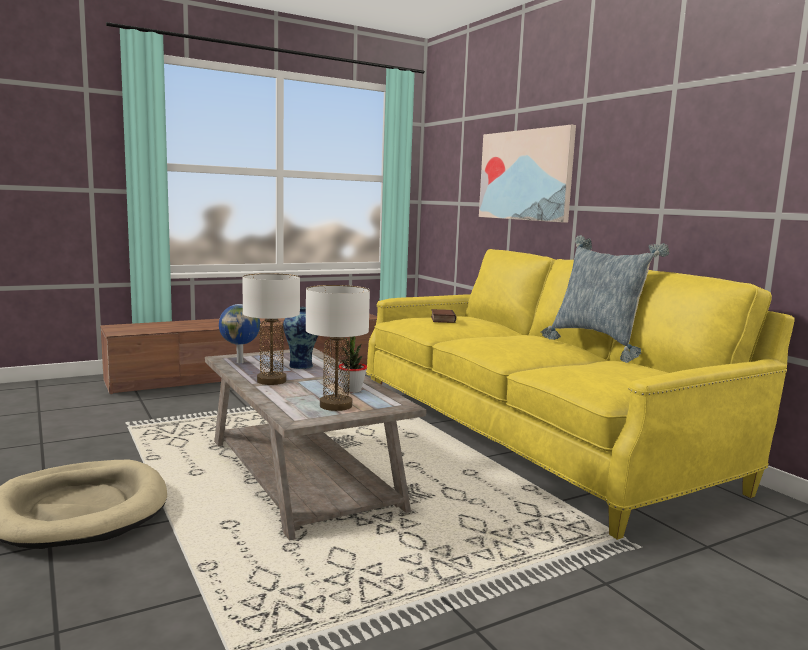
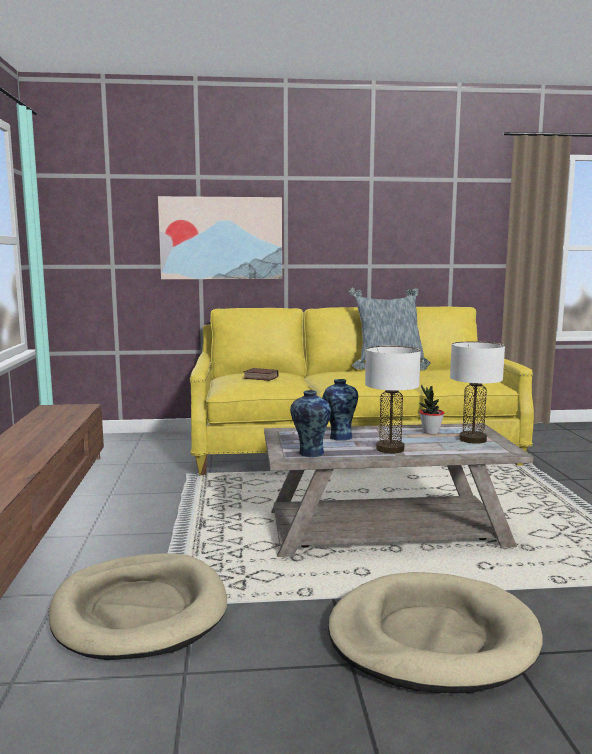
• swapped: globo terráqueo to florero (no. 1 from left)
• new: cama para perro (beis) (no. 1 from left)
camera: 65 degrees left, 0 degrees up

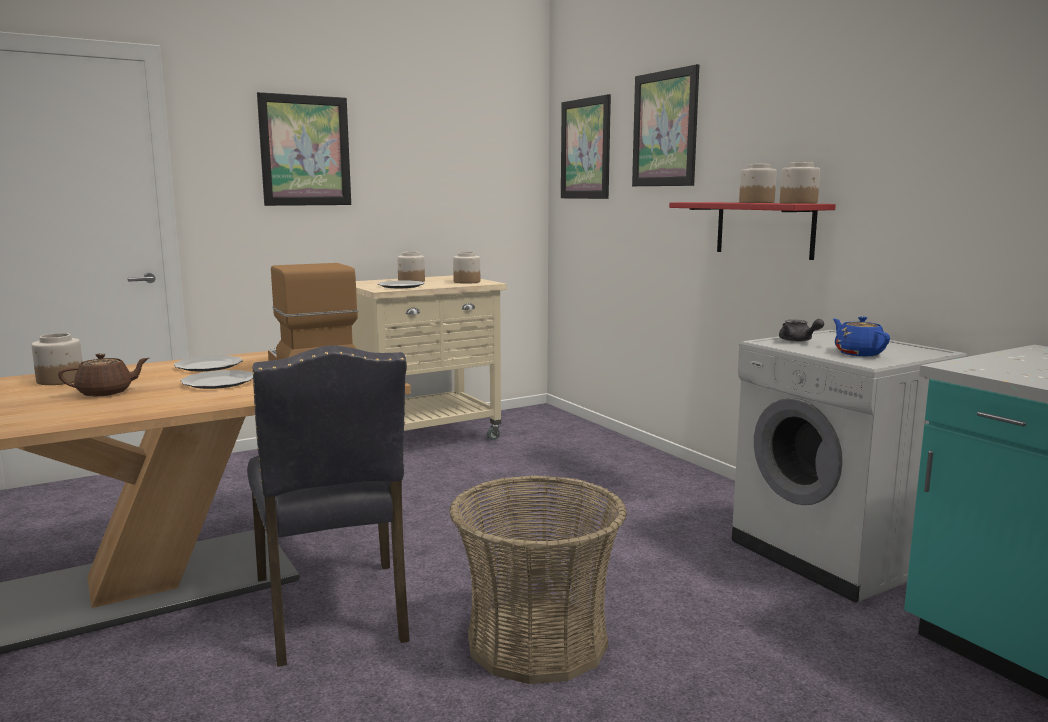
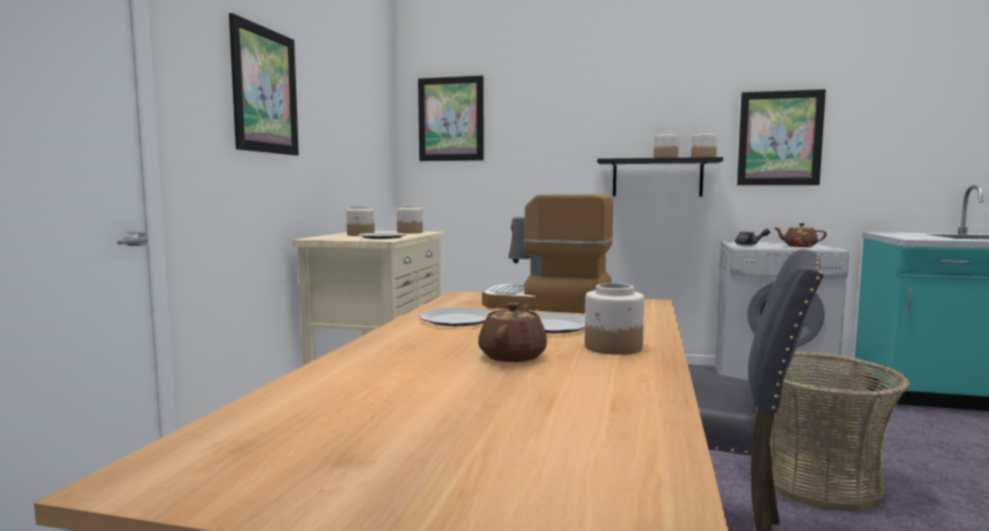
• shifted: cuadro (no. 3 from left)
• repainted: estante (rojo) to estante (negro)
• repainted: tetera (azul) to tetera (marrón) (no. 2 from left)
• shifted: tarro (no. 1 from left in the first image) to tarro (no. 3 from left)
camera: 45 degrees left, 5 degrees down

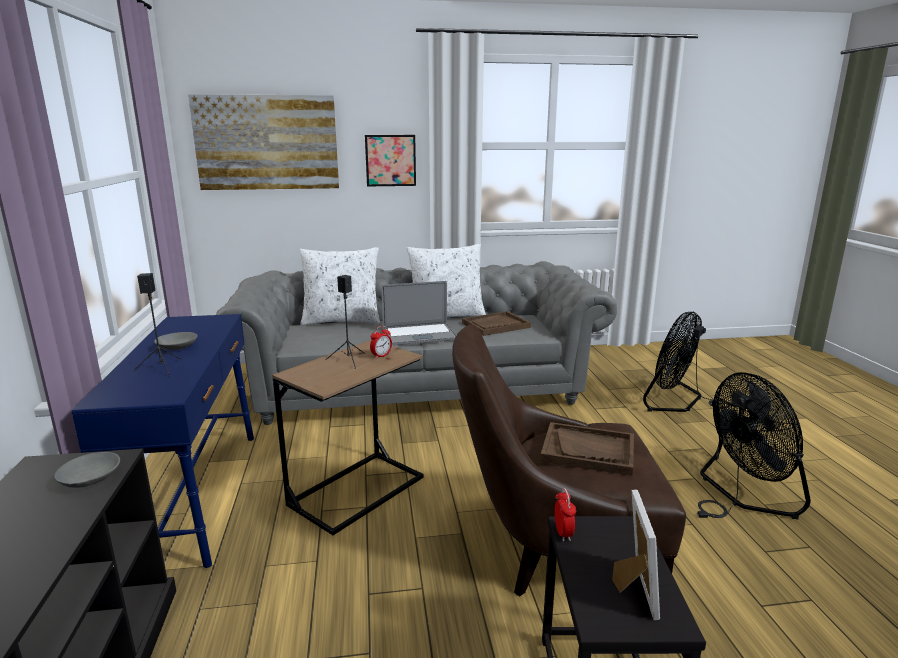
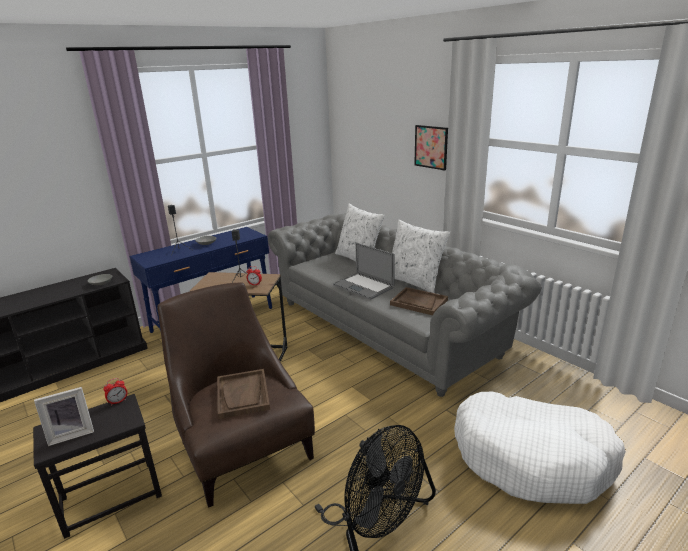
• gone: cuadro (no. 1 from left)
• swapped: ventilador (negro) (no. 1 from left) to cama para perro (blanco)
camera: 60 degrees right, 5 degrees up

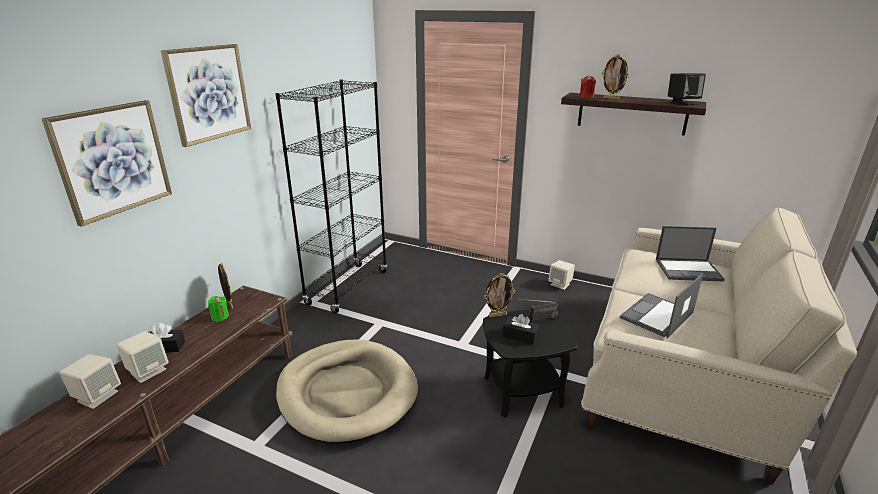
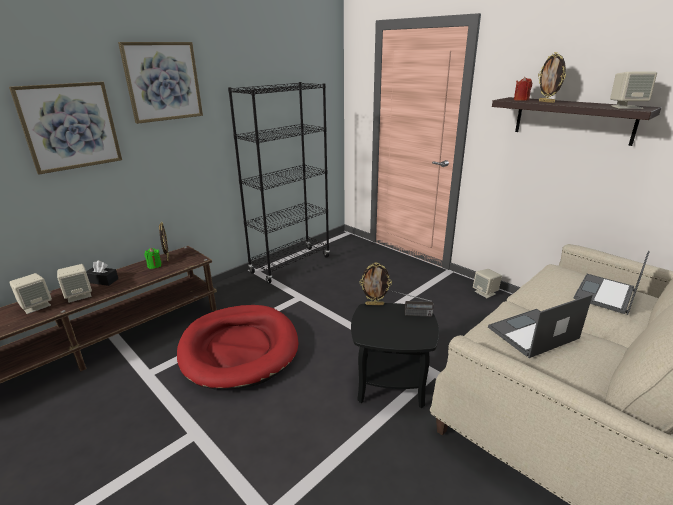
• repainted: altavoz (negro) to altavoz (beis) (no. 4 from left)
• rotated: portátil (no. 2 from left) 105 degrees clockwise
• gone: caja de pañuelos (negro) (no. 2 from left)
• repainted: cama para perro (beis) to cama para perro (rojo)
camera: 20 degrees right, 0 degrees up

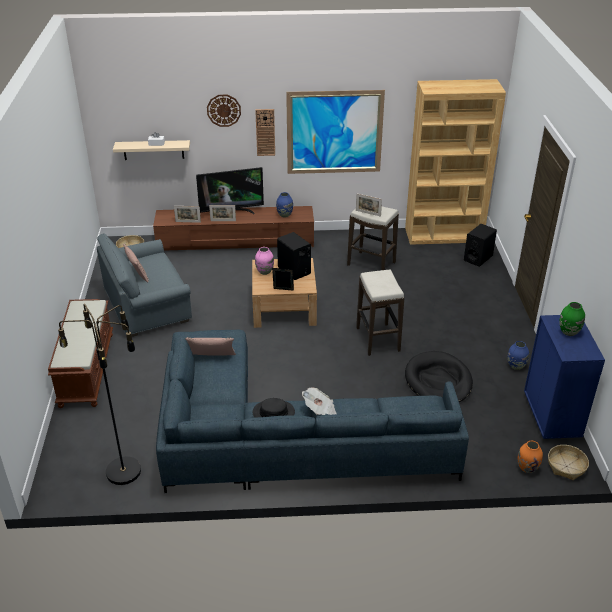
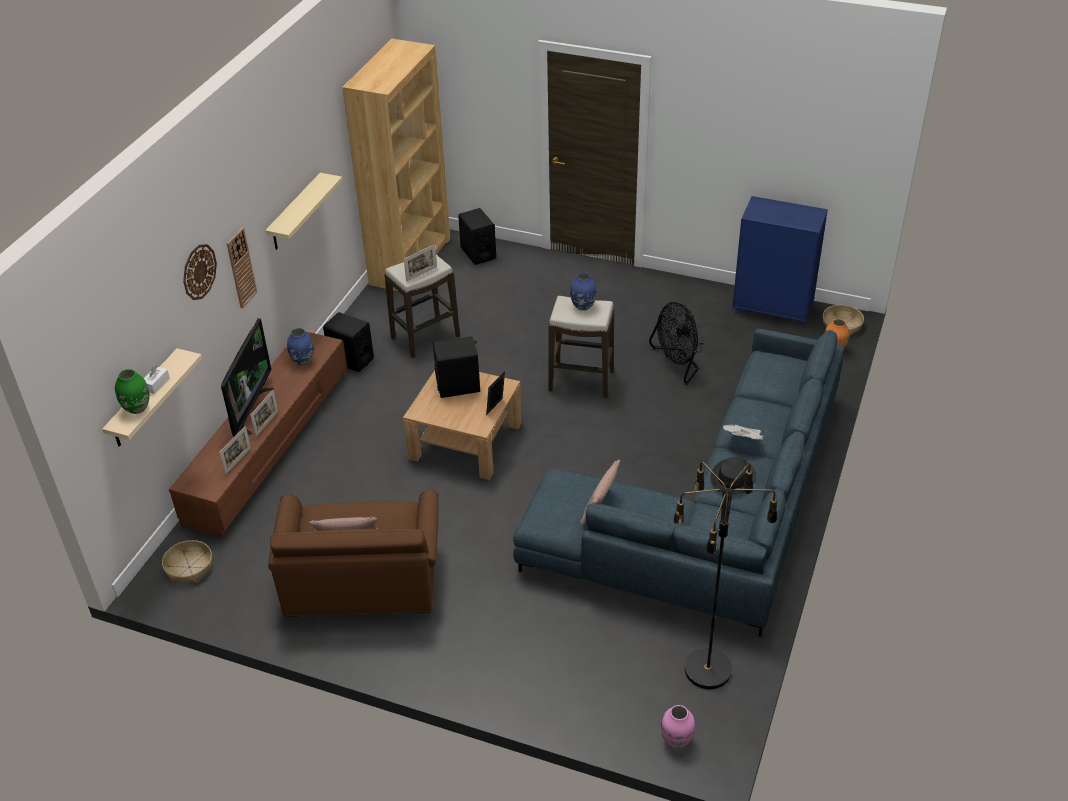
• swapped: cuadro to estante (beis) (no. 2 from left)
• repainted: sillón (gris) to sillón (marrón)
• shifted: florero (rosa)
• gone: banco (marrón)
• shifted: florero (verde)
• shifted: florero (azul) (no. 2 from left)
• swapped: cama para perro (negro) to ventilador (negro)
• new: altavoz (negro) (no. 1 from left)
camera: 65 degrees left, 5 degrees up

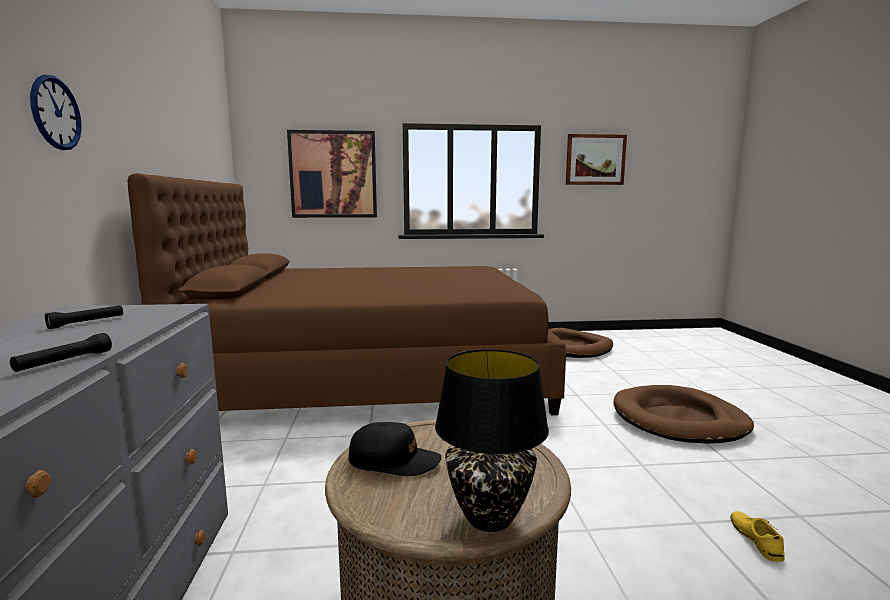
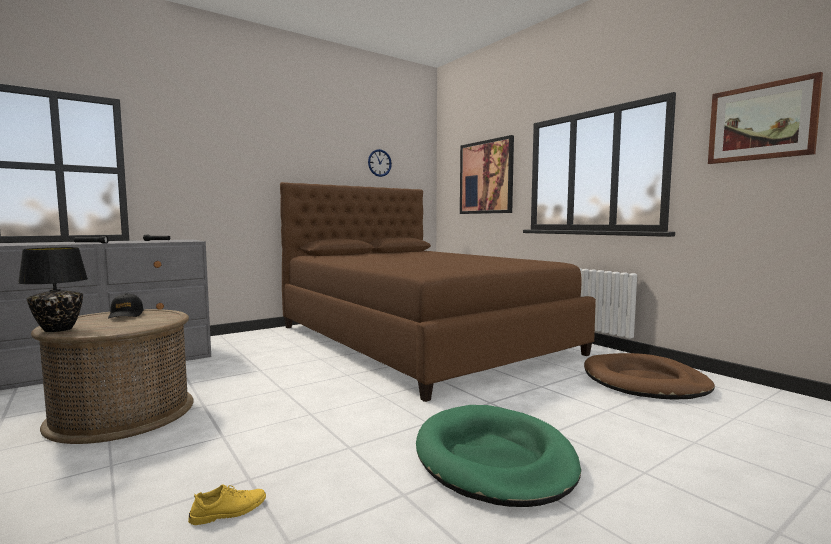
• shifted: reloj de pared
• repainted: cama para perro (marrón) (no. 2 from left) to cama para perro (verde)
camera: 60 degrees right, 5 degrees down

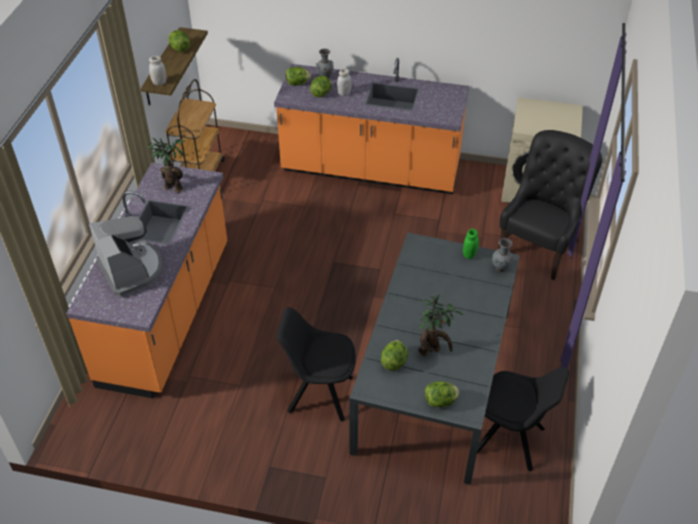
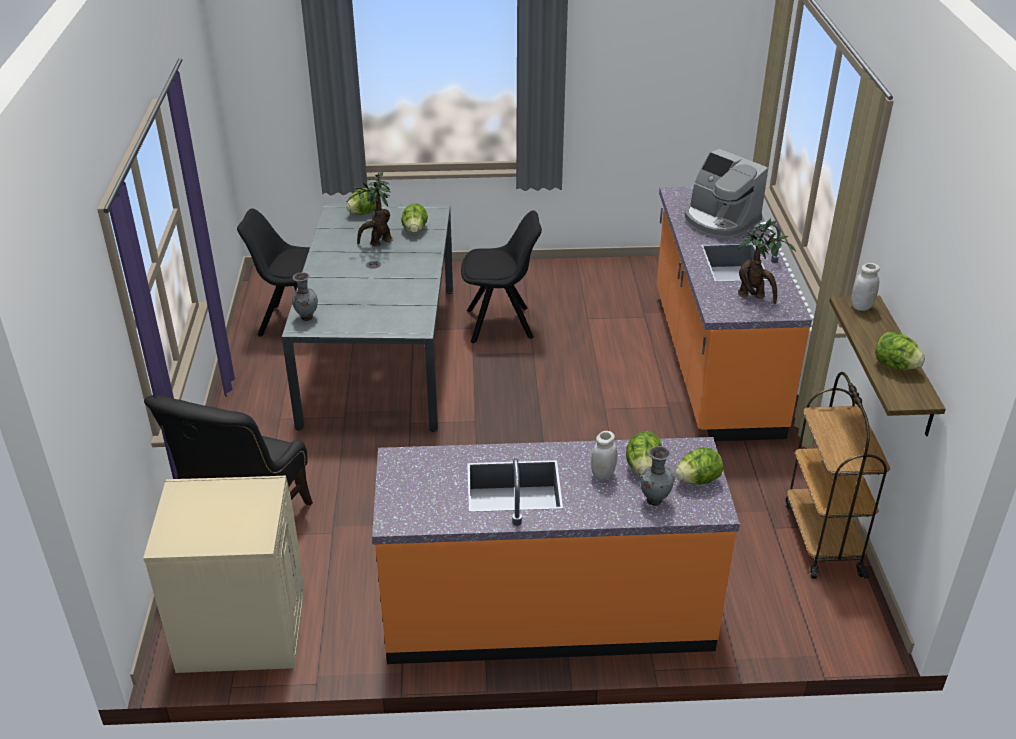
• gone: tarro (verde)
camera: 165 degrees right, 10 degrees down

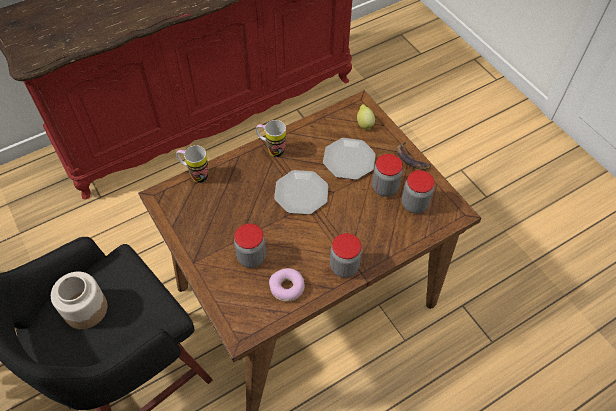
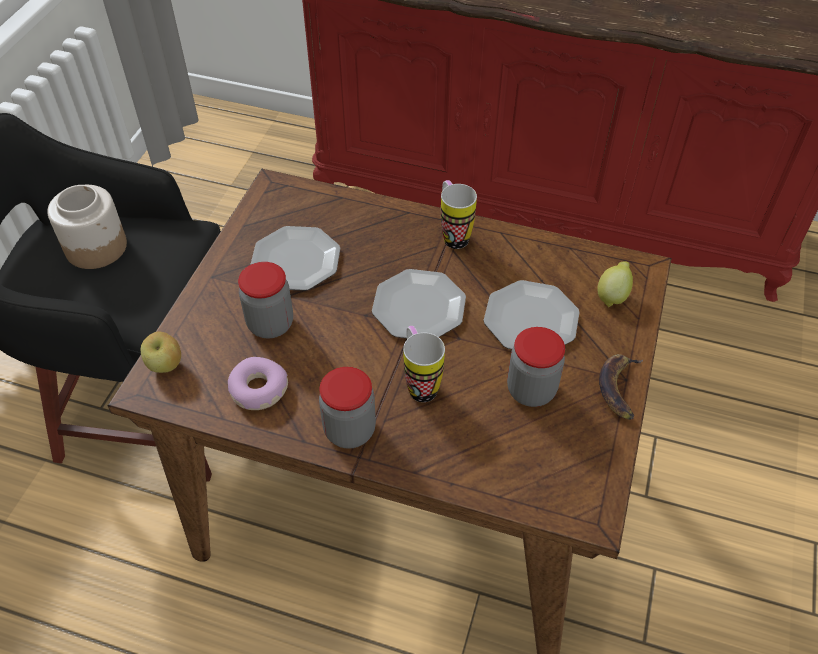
• shifted: taza grande (no. 1 from left)
• gone: tarro (no. 5 from left)
• new: plato (no. 1 from left)
• new: manzana
camera: 50 degrees right, 5 degrees down

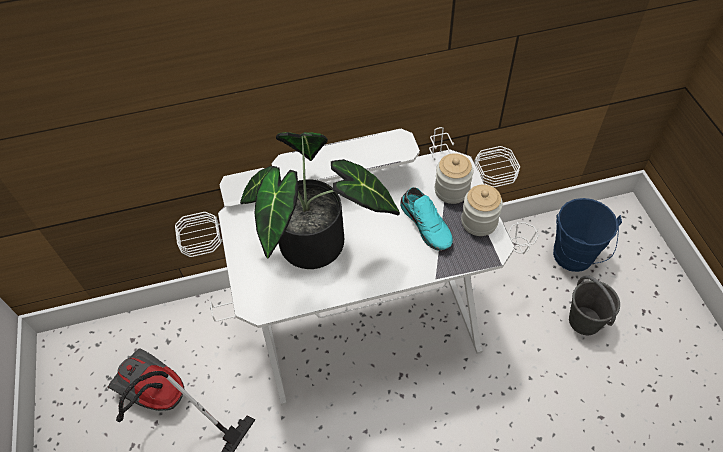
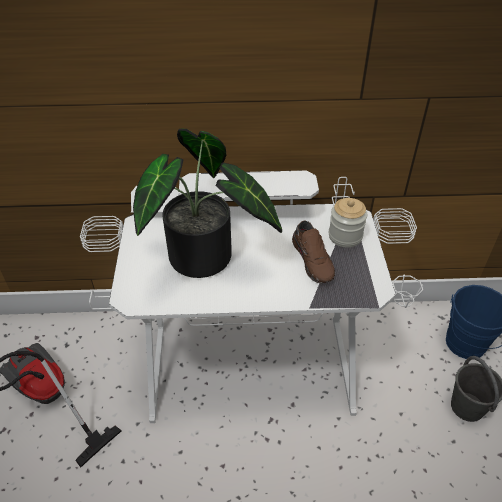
• gone: tarro (no. 2 from left)
• repainted: zapato (turquesa) to zapato (marrón)
camera: 10 degrees right, 10 degrees down

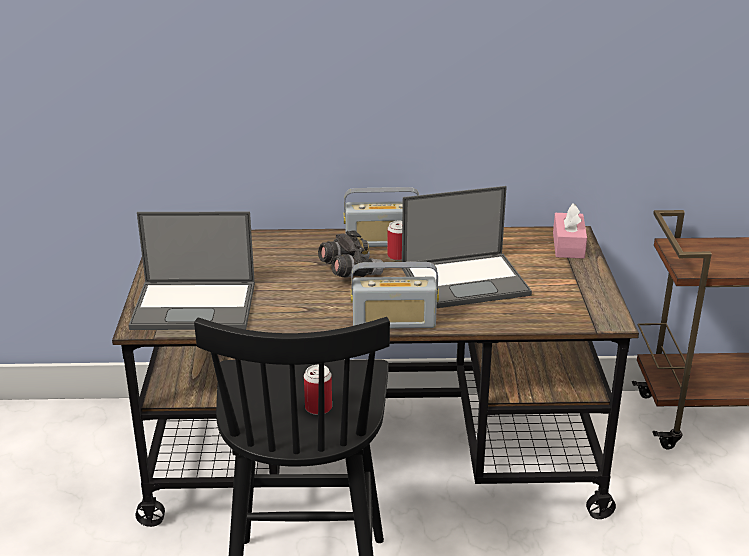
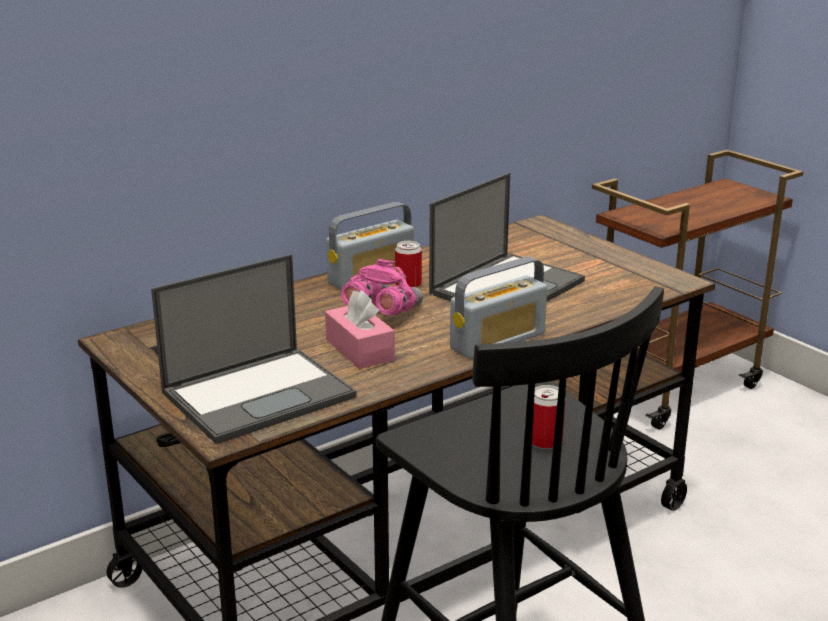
• shifted: caja de pañuelos (rosa)
• repainted: prismáticos (gris) to prismáticos (rosa)
camera: 35 degrees left, 5 degrees down

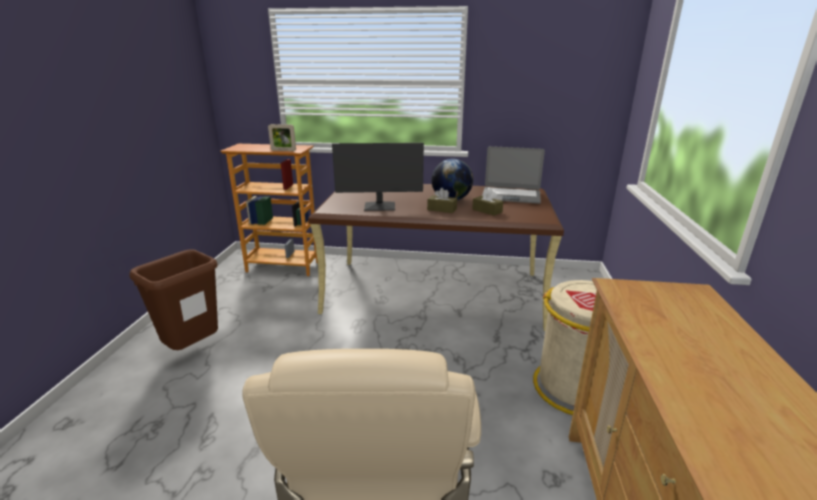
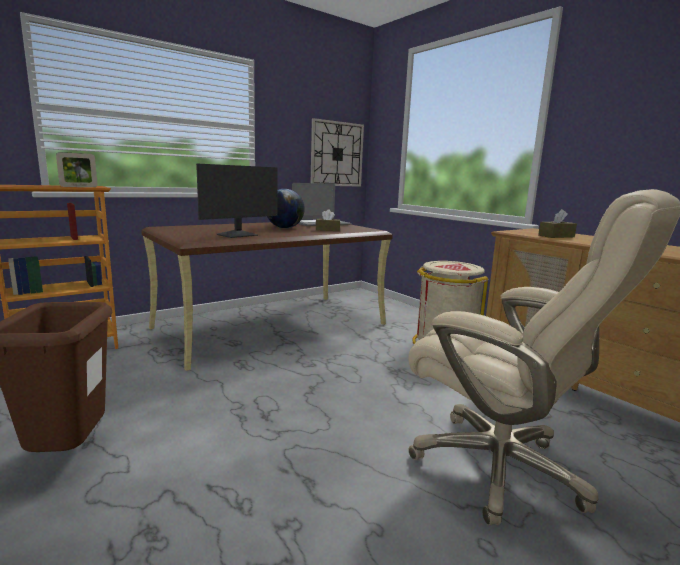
• shifted: caja de pañuelos (marrón) (no. 1 from left in the first image) to caja de pañuelos (marrón) (no. 2 from left)
• new: reloj de pared
camera: 45 degrees left, 10 degrees down

